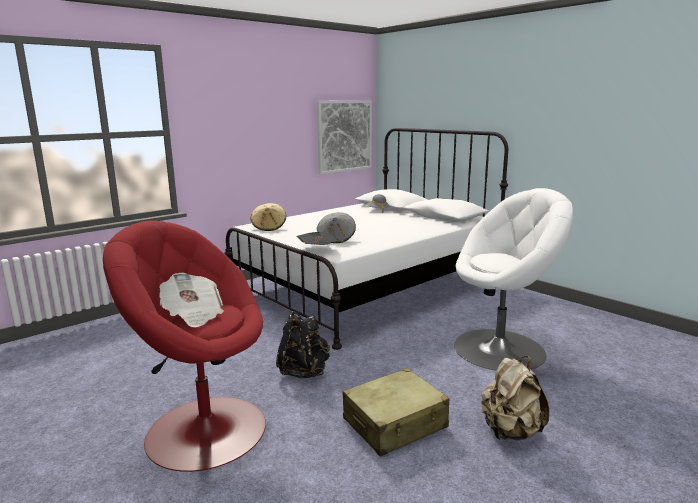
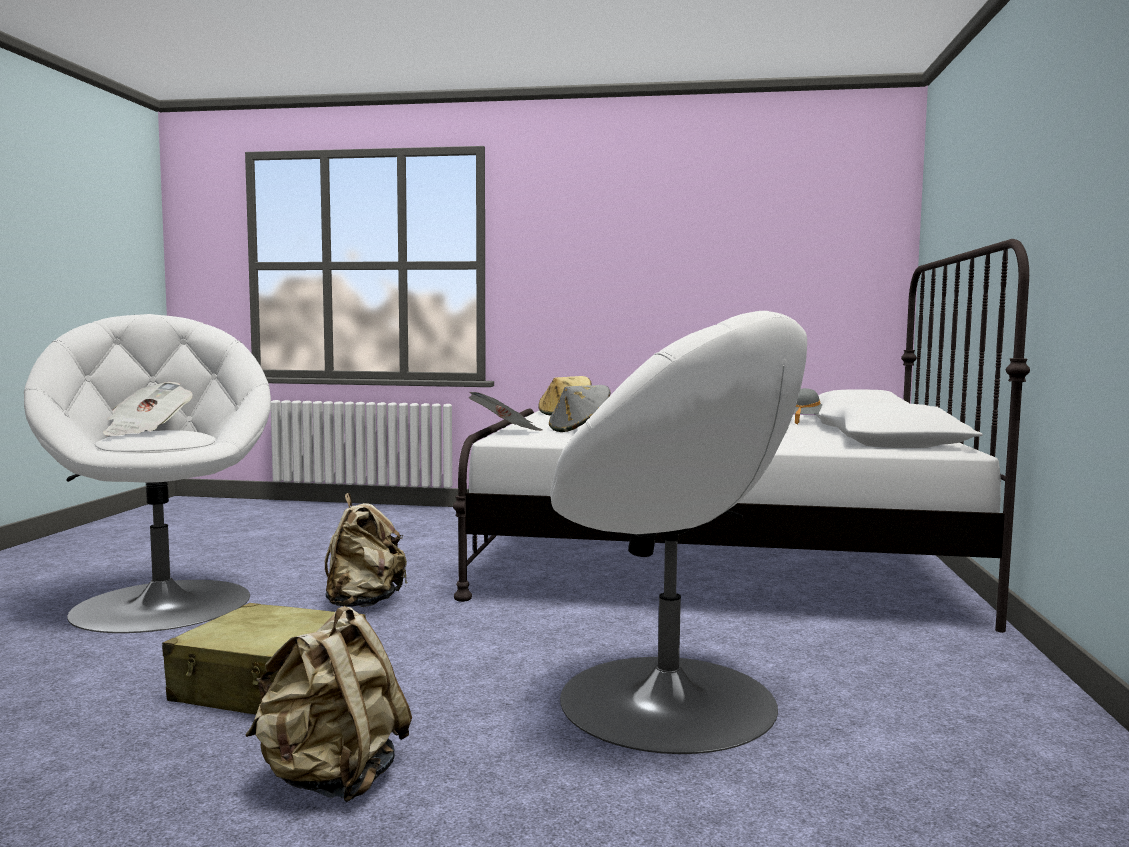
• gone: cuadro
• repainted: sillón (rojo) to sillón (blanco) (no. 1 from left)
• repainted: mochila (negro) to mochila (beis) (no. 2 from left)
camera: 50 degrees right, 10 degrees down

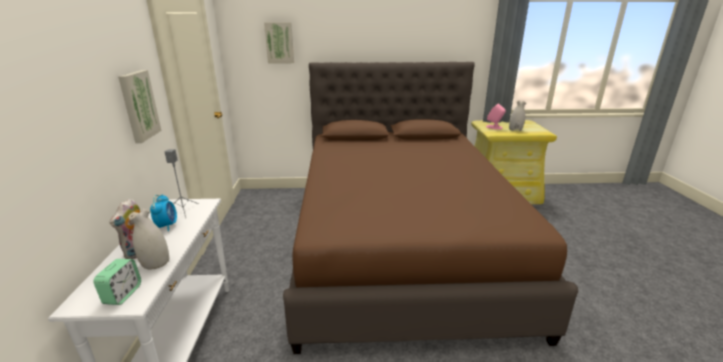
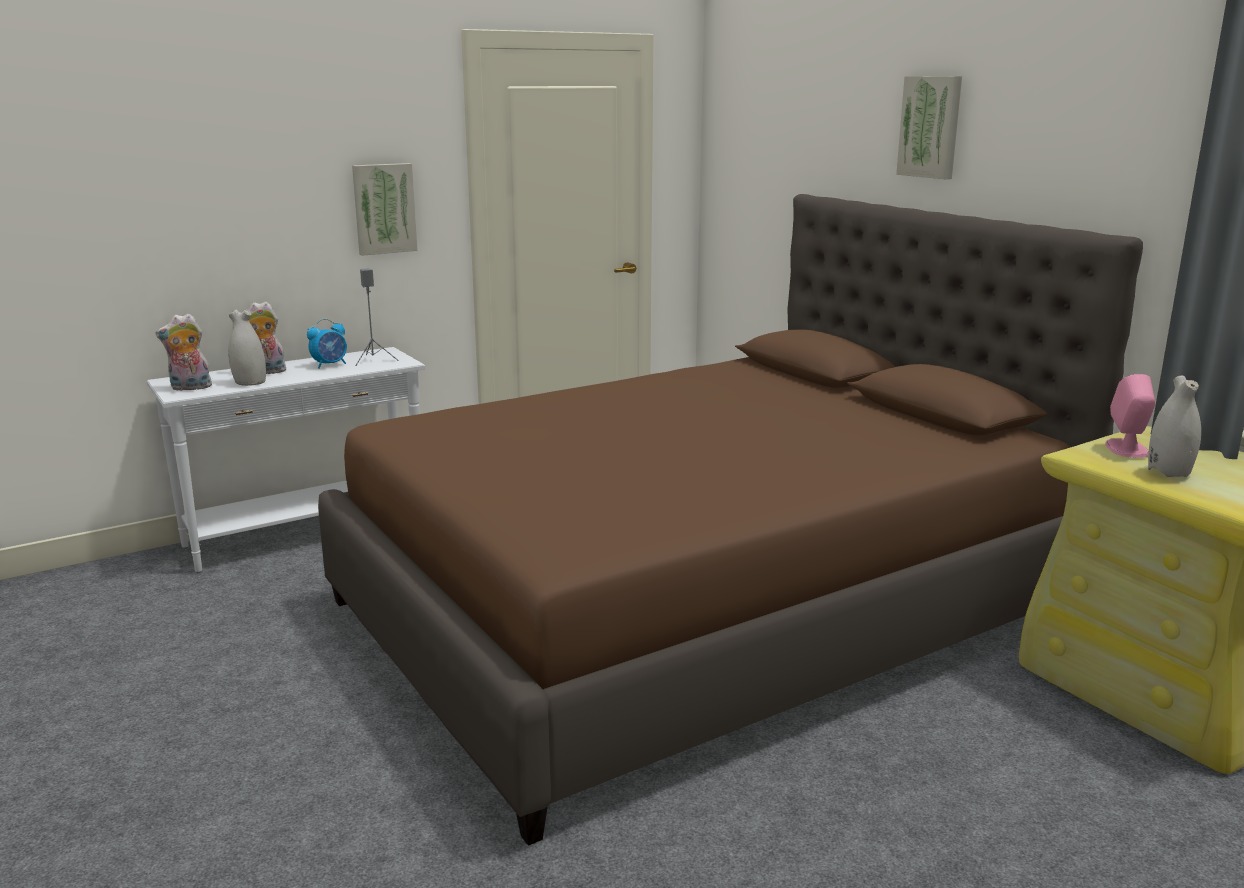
• shifted: cuadro (no. 2 from left)
• swapped: despertador (no. 1 from left) to peluche (no. 1 from left)
camera: 60 degrees right, 5 degrees down

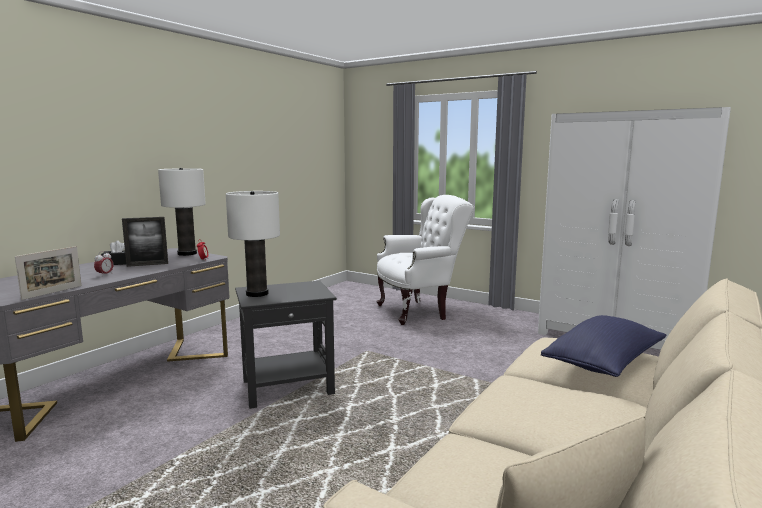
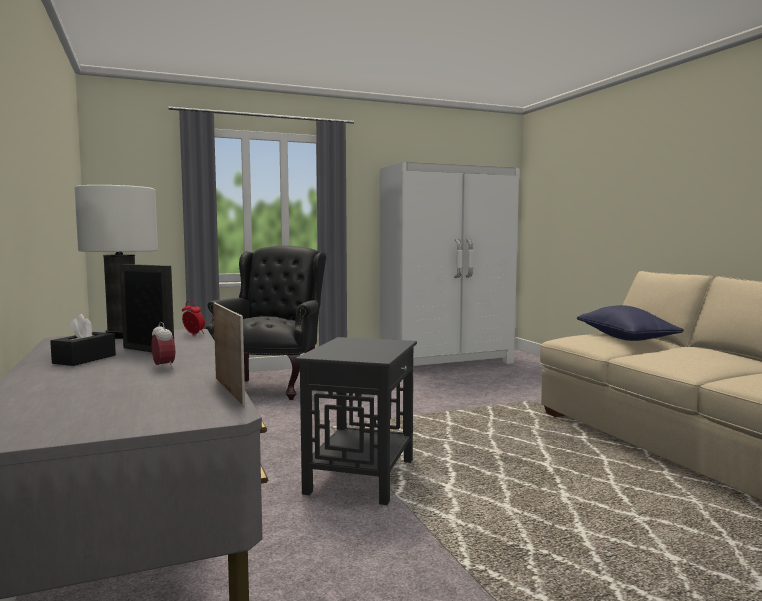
• gone: lámpara de mesa (blanco) (no. 2 from left)
• repainted: sillón (blanco) to sillón (negro)
• rotated: portarretratos (no. 2 from left in the first image) 75 degrees counterclockwise
camera: 55 degrees left, 5 degrees down

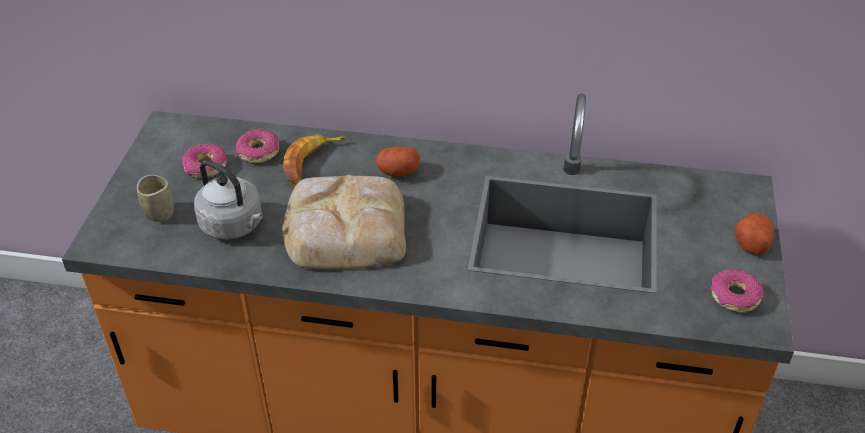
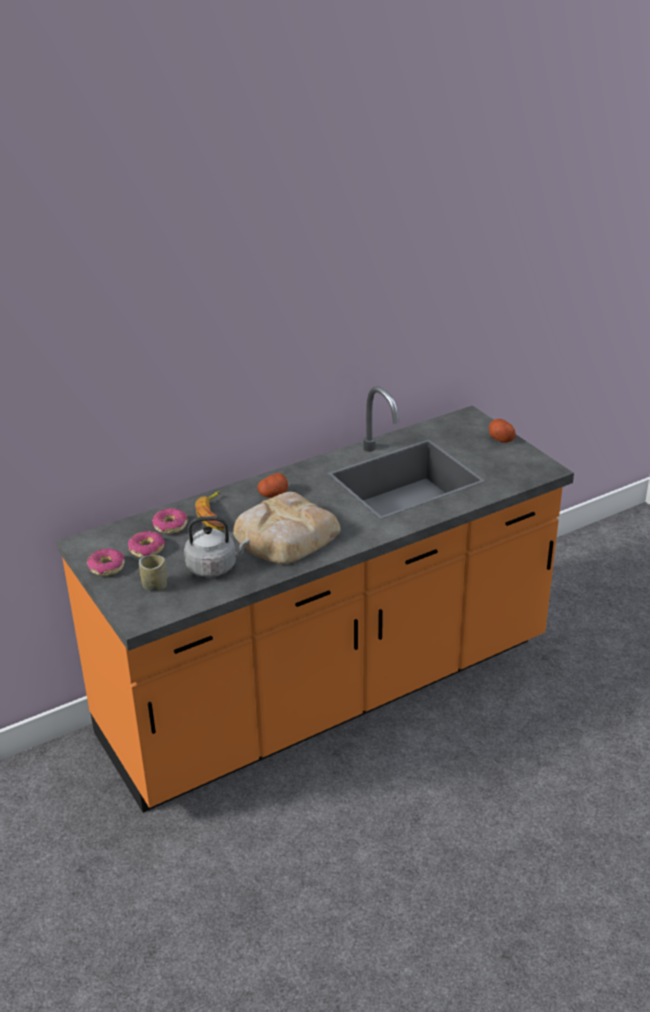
• shifted: rosquilla (no. 3 from left in the first image) to rosquilla (no. 1 from left)
camera: 40 degrees left, 10 degrees down

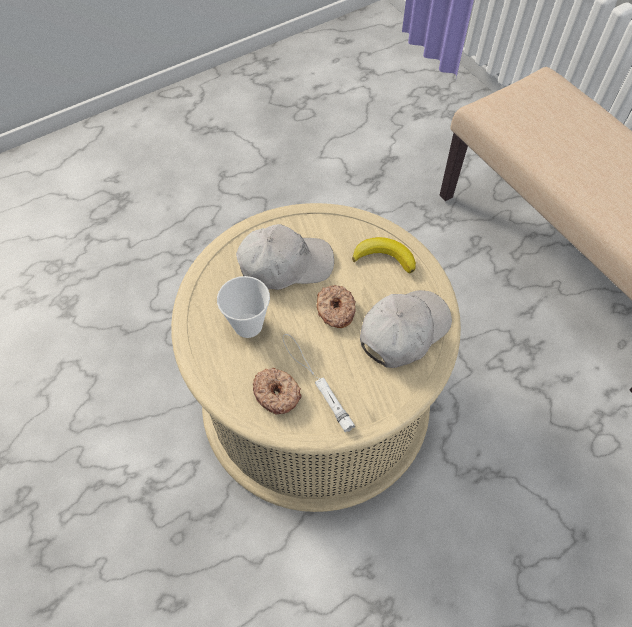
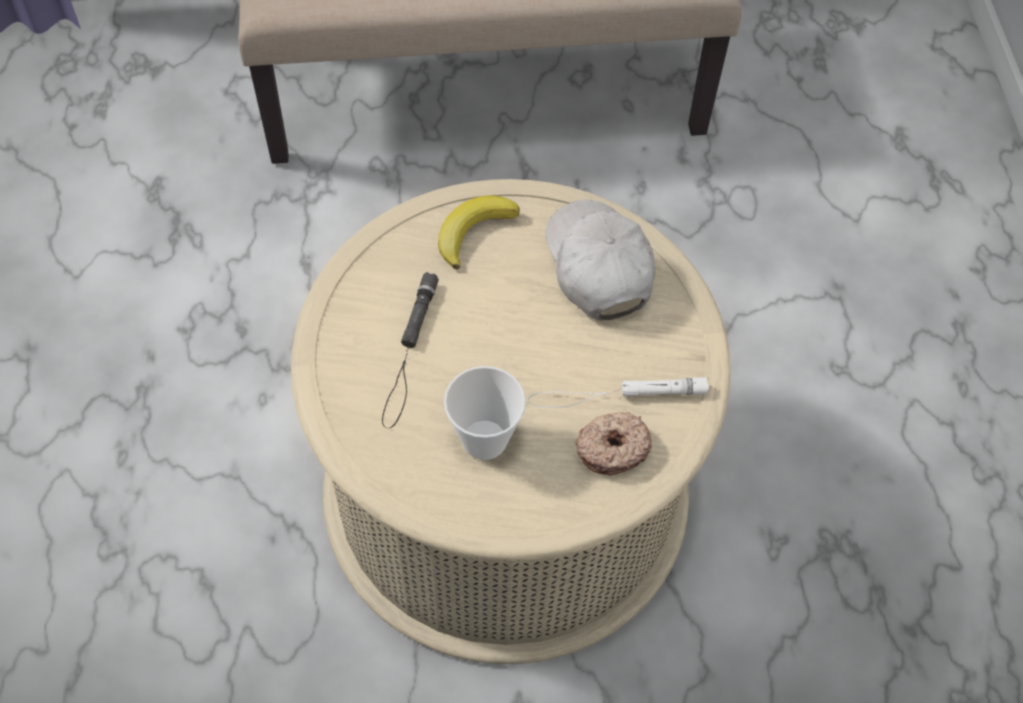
• swapped: gorra (blanco) (no. 1 from left) to linterna (negro)
• gone: rosquilla (no. 2 from left)
camera: 65 degrees left, 0 degrees up

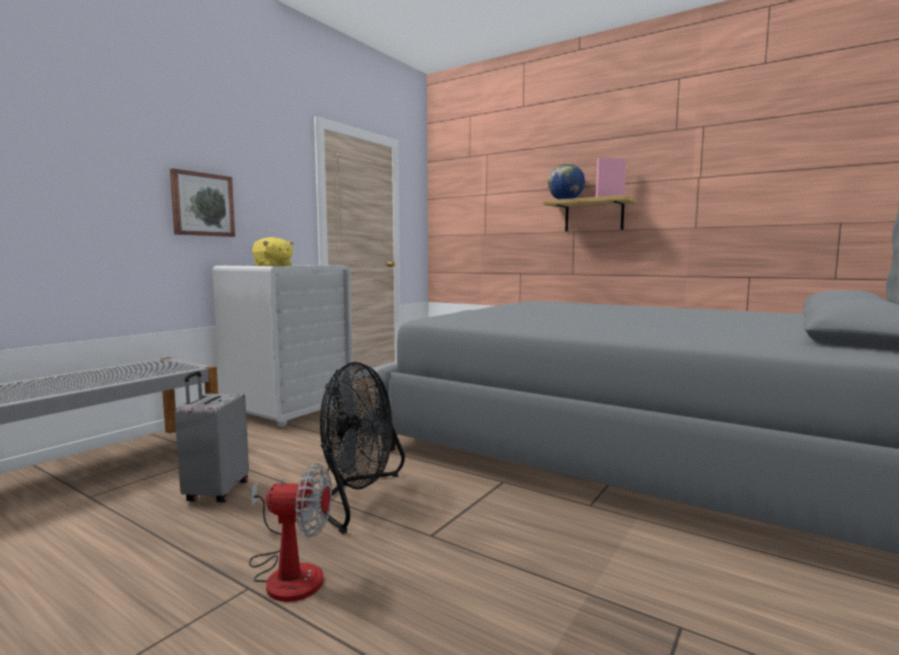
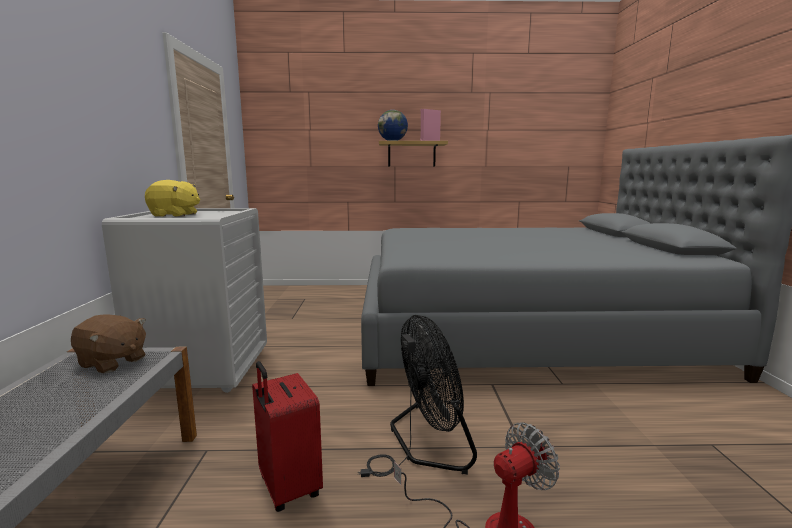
• gone: cuadro
• repainted: maleta (gris) to maleta (rojo)
• new: peluche (marrón)
camera: 35 degrees left, 5 degrees up

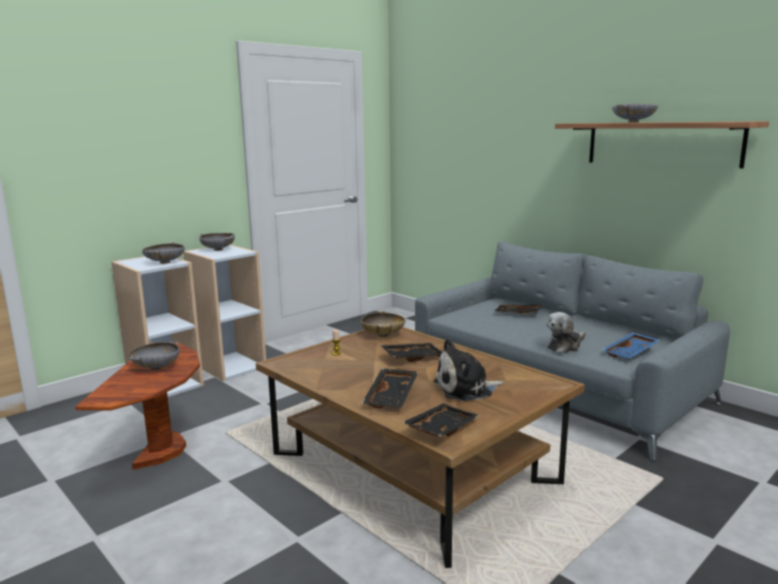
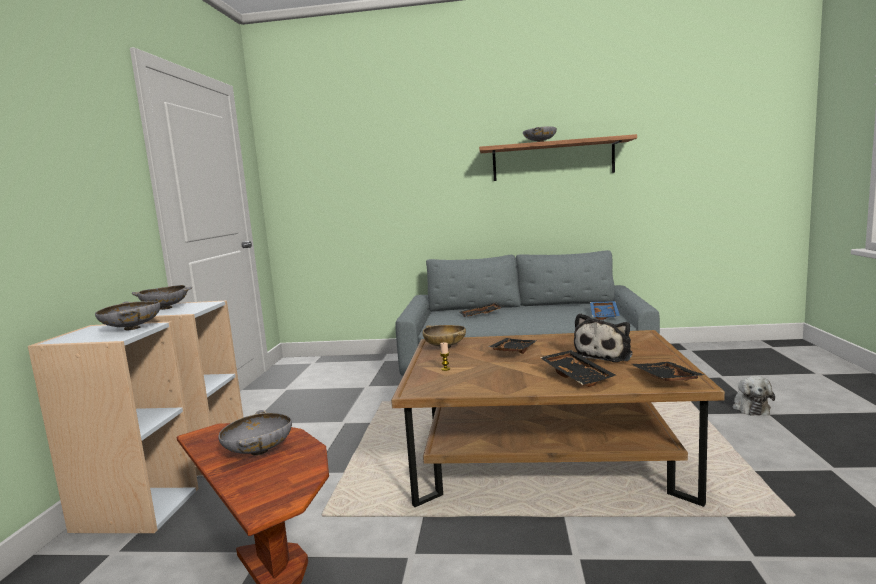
• shifted: peluche (no. 2 from left)
camera: 40 degrees left, 5 degrees down

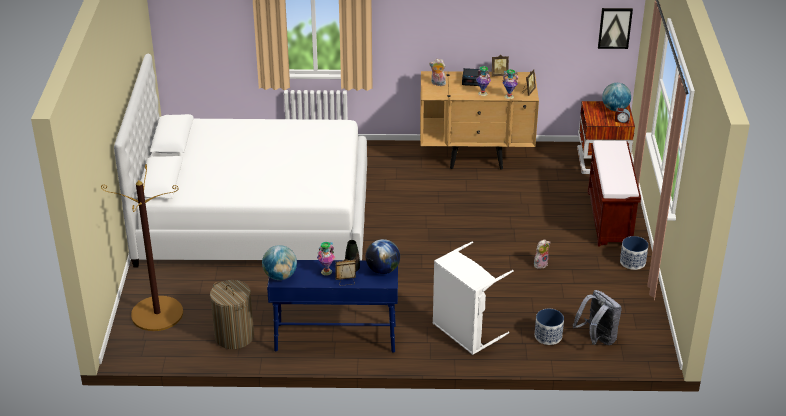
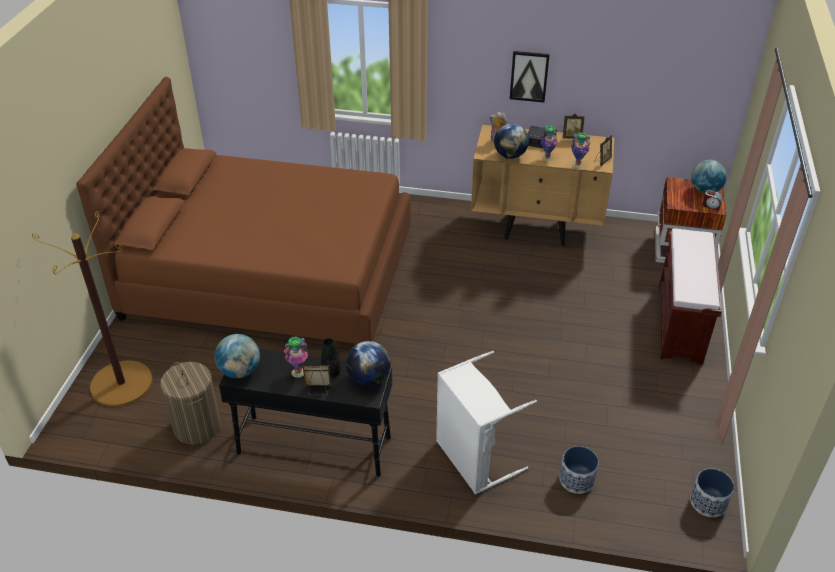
• shifted: cuadro
• repainted: cama (blanco) to cama (marrón)
• shifted: maceta (no. 2 from left)
• gone: peluche (no. 2 from left)
• repainted: mesa consola (azul) to mesa consola (negro)
• gone: mochila (gris)
• new: globo terráqueo (no. 3 from left)
camera: 10 degrees right, 5 degrees up

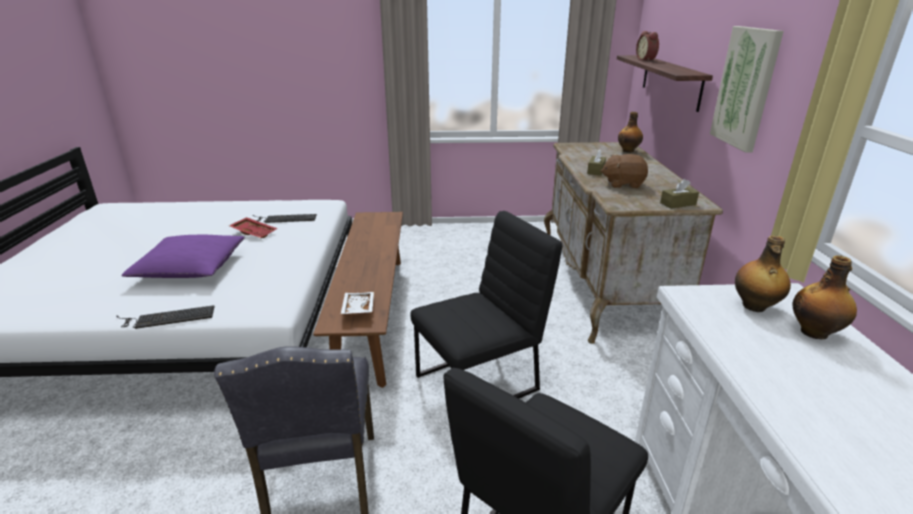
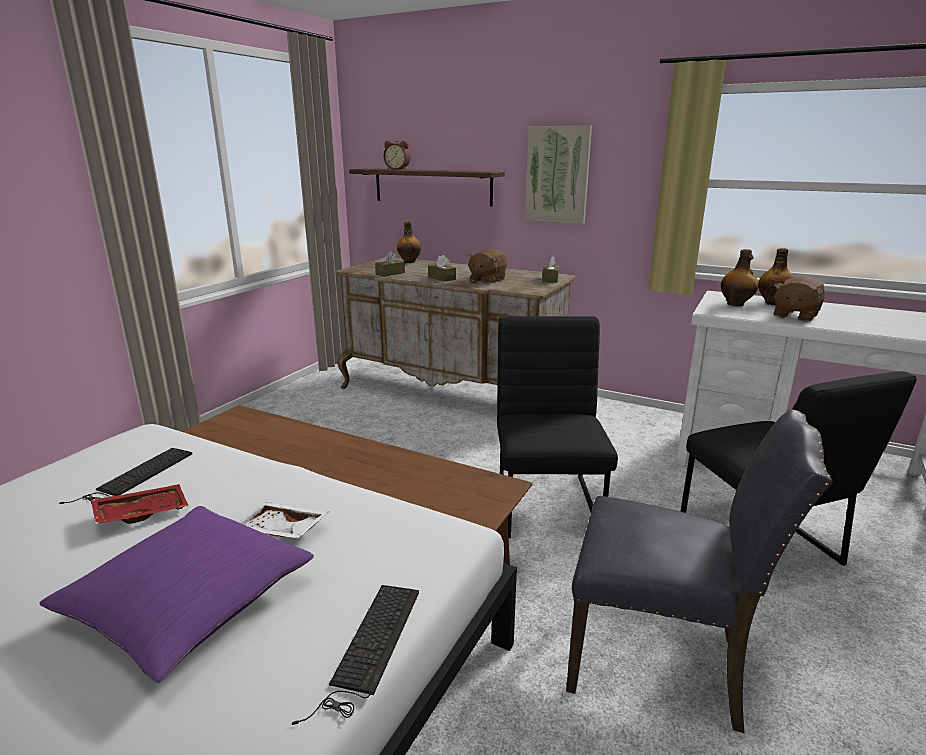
• shifted: bandeja (blanco)
• new: caja de pañuelos (marrón) (no. 1 from left)
• new: peluche (marrón) (no. 2 from left)
camera: 60 degrees left, 5 degrees down

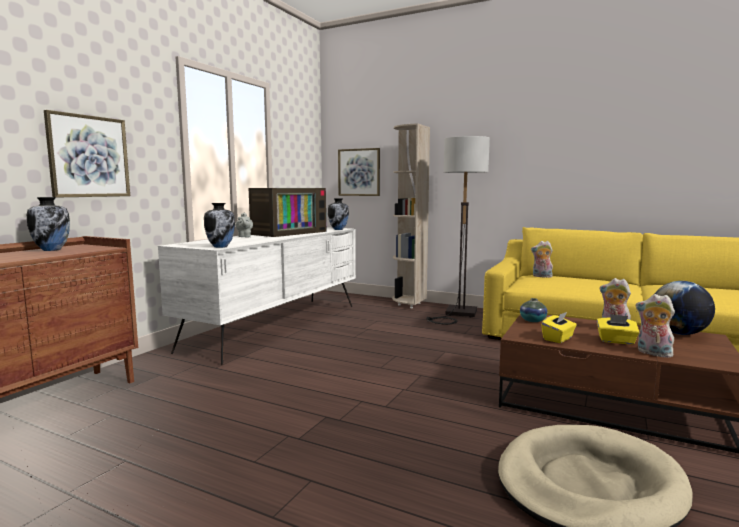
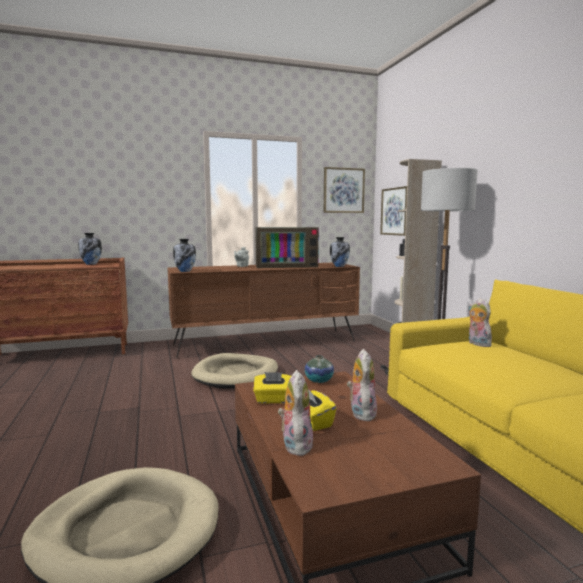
• shifted: cuadro (no. 1 from left)
• repainted: mueble de televisión (blanco) to mueble de televisión (marrón)
• gone: globo terráqueo
• new: cama para perro (beis) (no. 2 from left)
camera: 45 degrees right, 0 degrees up

